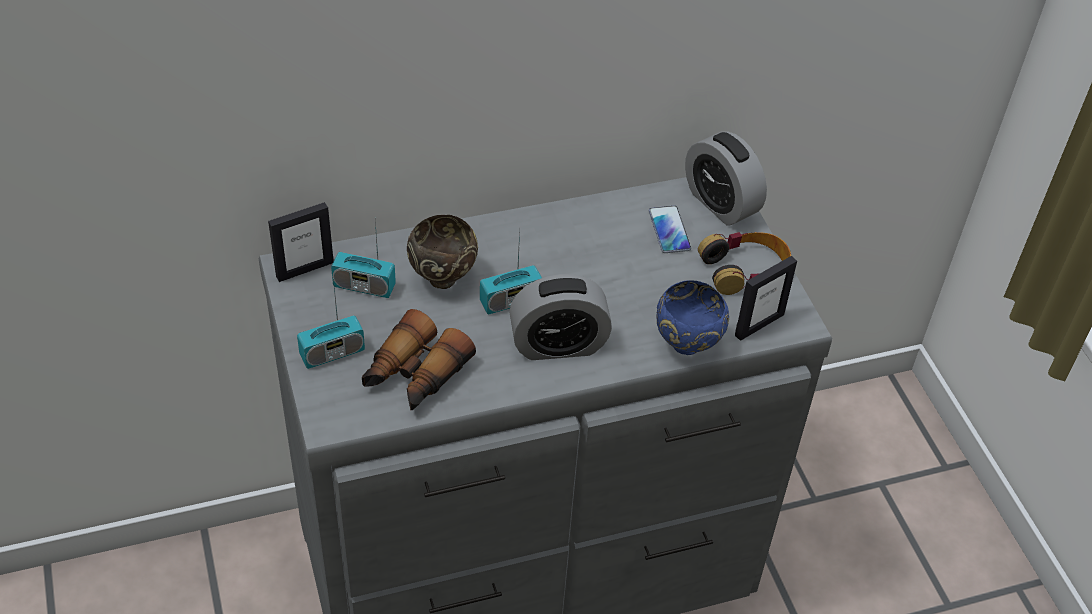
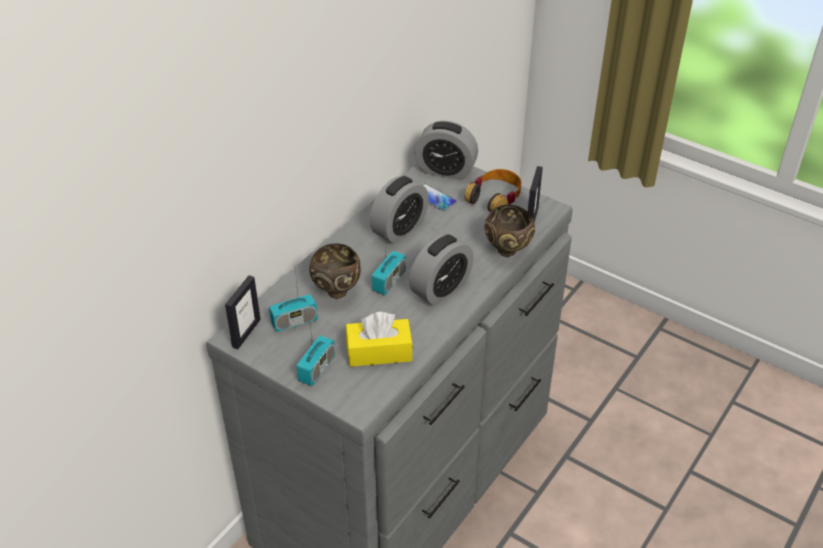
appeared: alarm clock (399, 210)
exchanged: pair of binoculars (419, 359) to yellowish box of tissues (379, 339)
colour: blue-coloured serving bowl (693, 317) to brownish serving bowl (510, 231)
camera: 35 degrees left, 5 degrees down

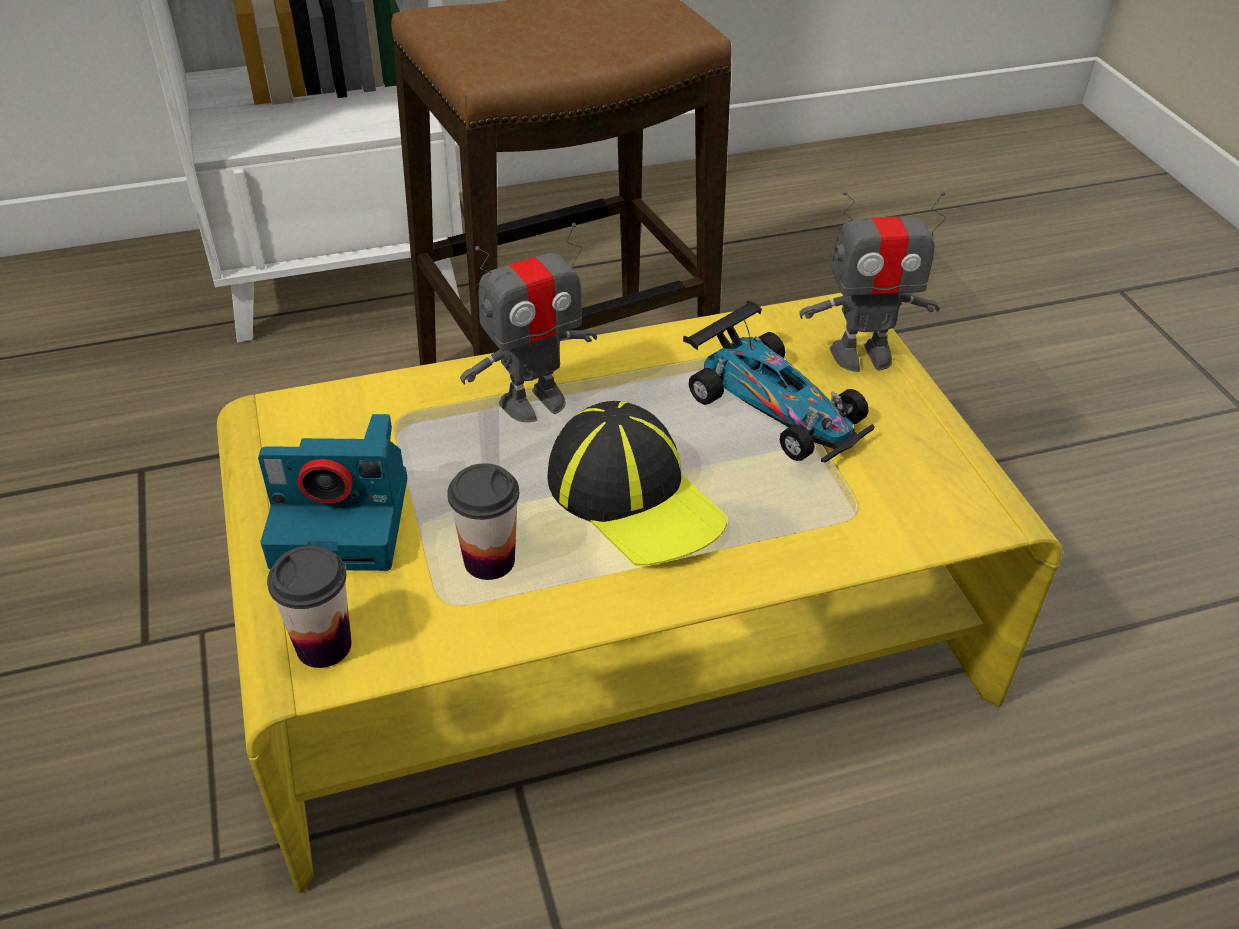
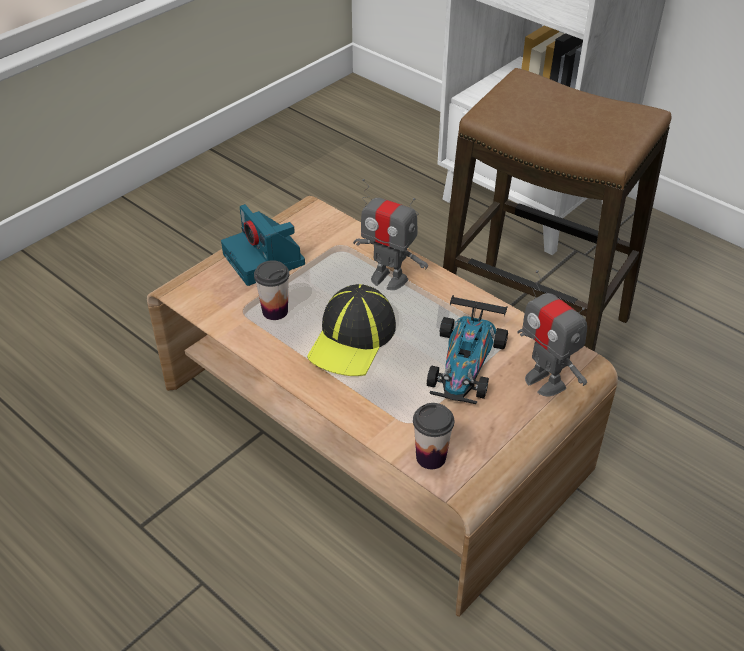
relocated: cup (309, 606) to (433, 436)
colour: yellowish lounge table (639, 593) to brownish lounge table (382, 406)
camera: 60 degrees right, 0 degrees up

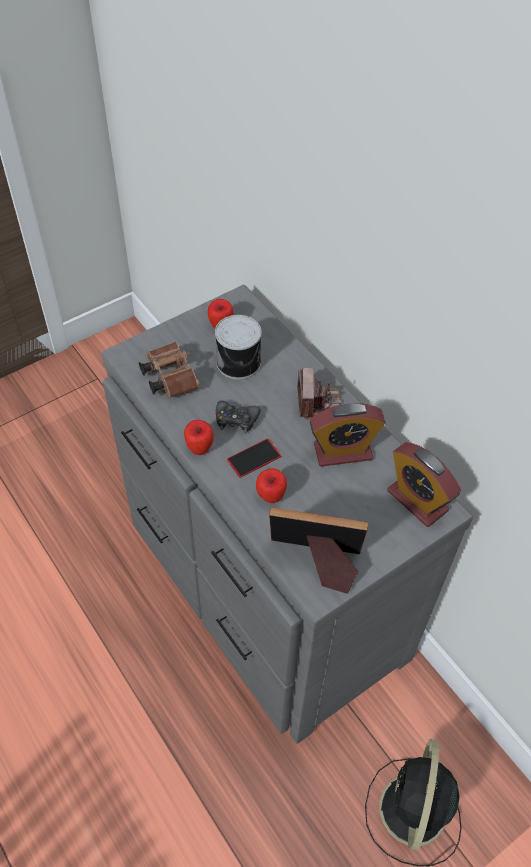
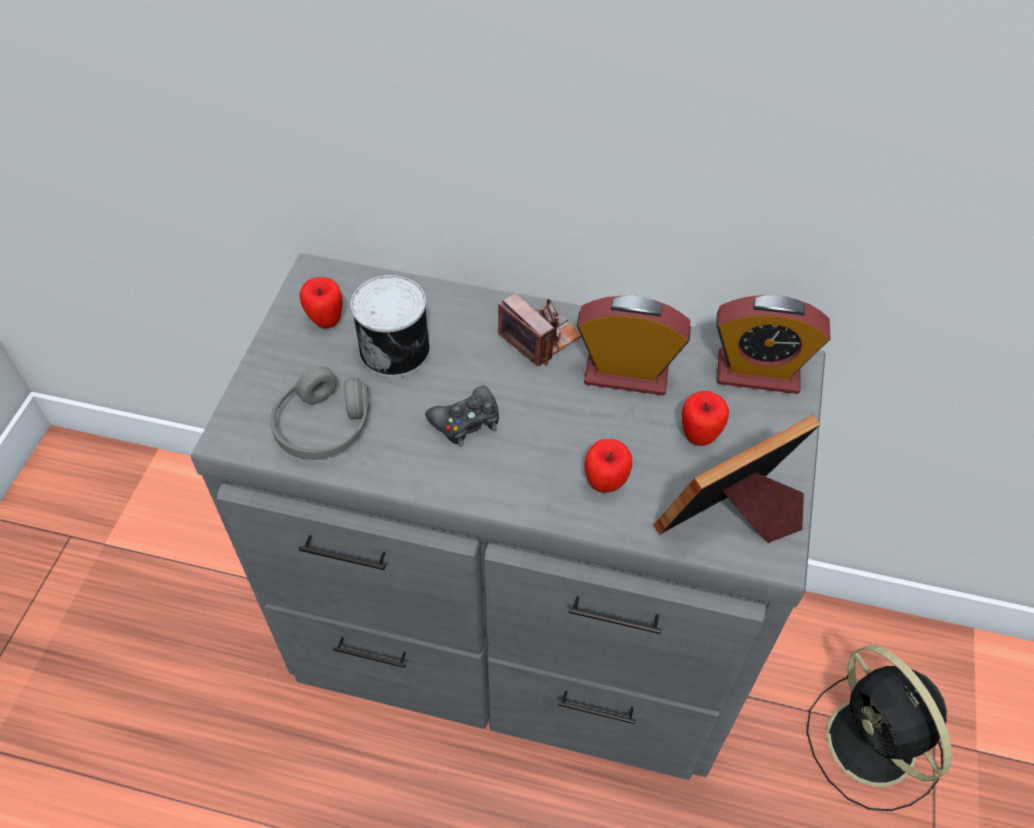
missing: handset (254, 458)
relocated: apple (199, 437) to (705, 418)
exchanged: brownish pair of binoculars (169, 370) to grey pair of headphones (320, 413)
spun: alarm clock (348, 435) = (634, 345) 120 degrees counterclockwise
camera: 40 degrees left, 0 degrees up

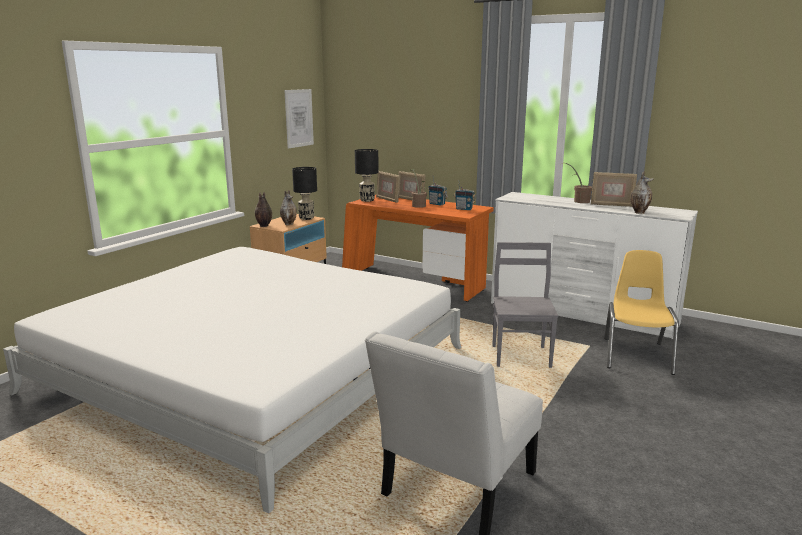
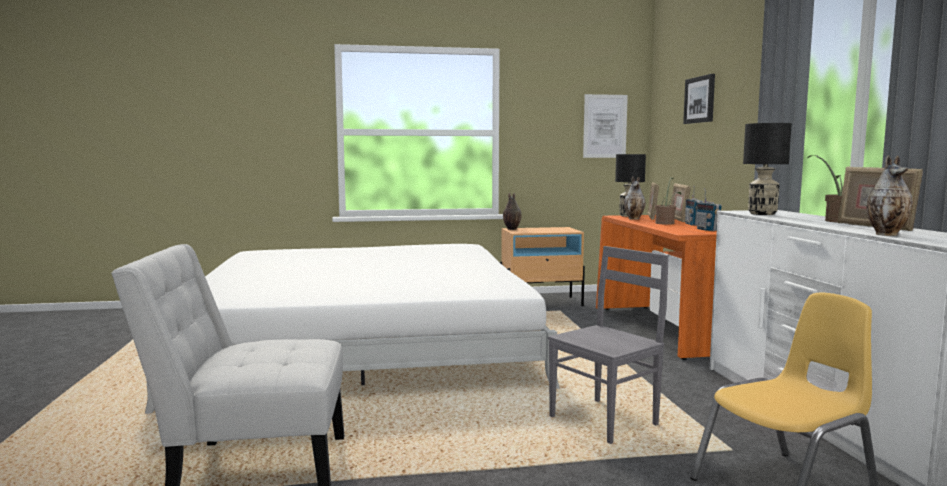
appeared: wall art (699, 99)
relocated: flower vase (288, 207) to (634, 198); black lamp for a table (304, 193) to (767, 169)
camera: 50 degrees right, 10 degrees down

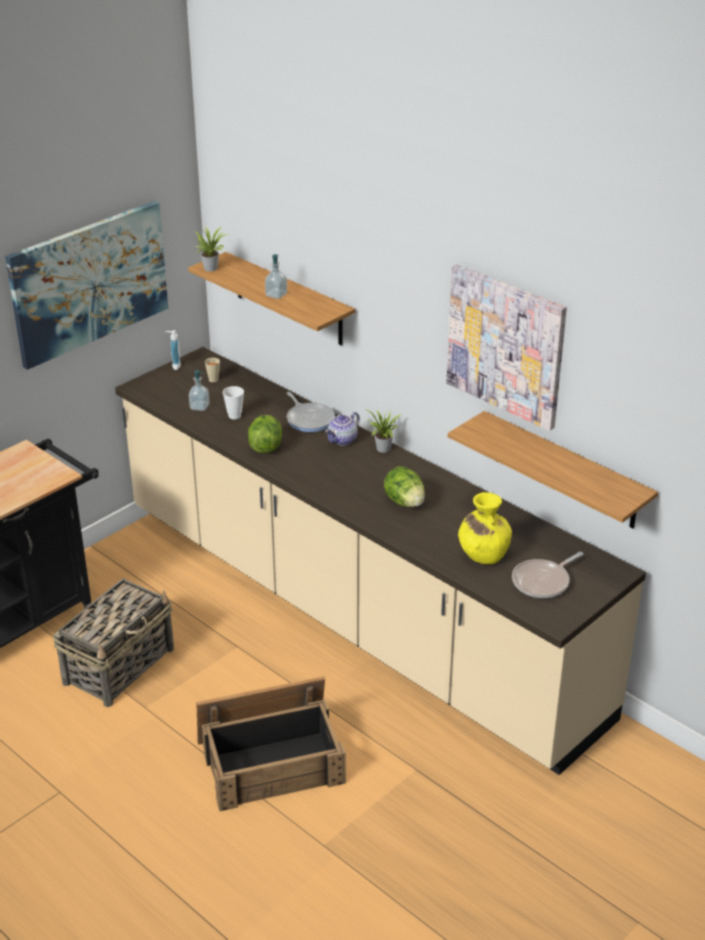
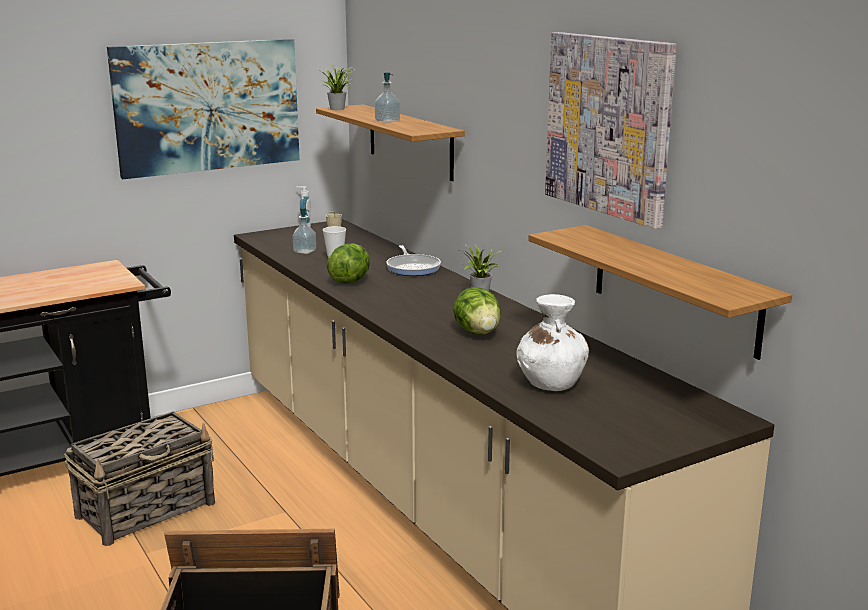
missing: pot for tea (342, 428); skillet (547, 575)
colour: yellowish flower vase (485, 528) to white-coloured flower vase (552, 342)
camera: 15 degrees right, 15 degrees down

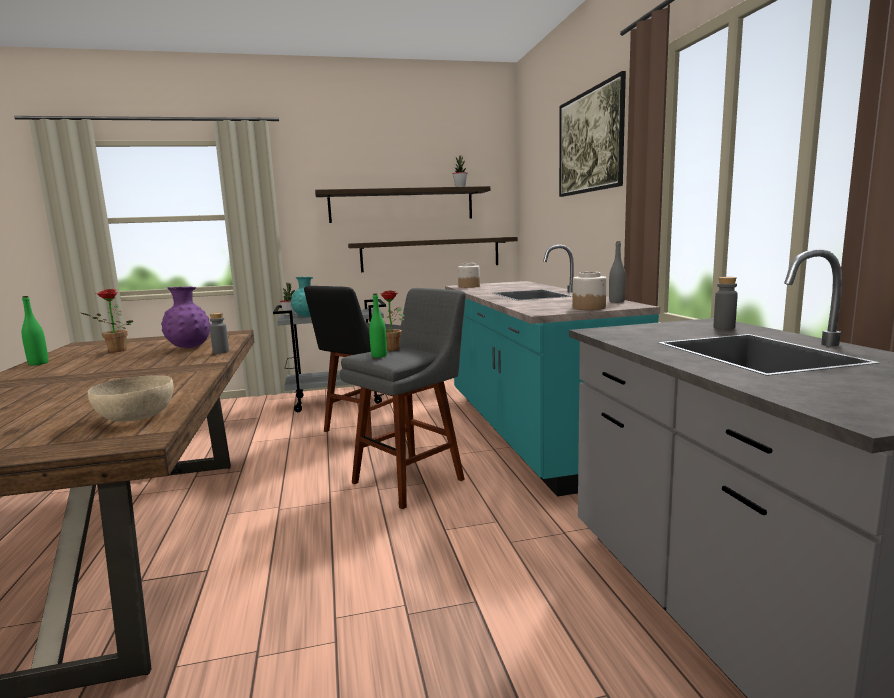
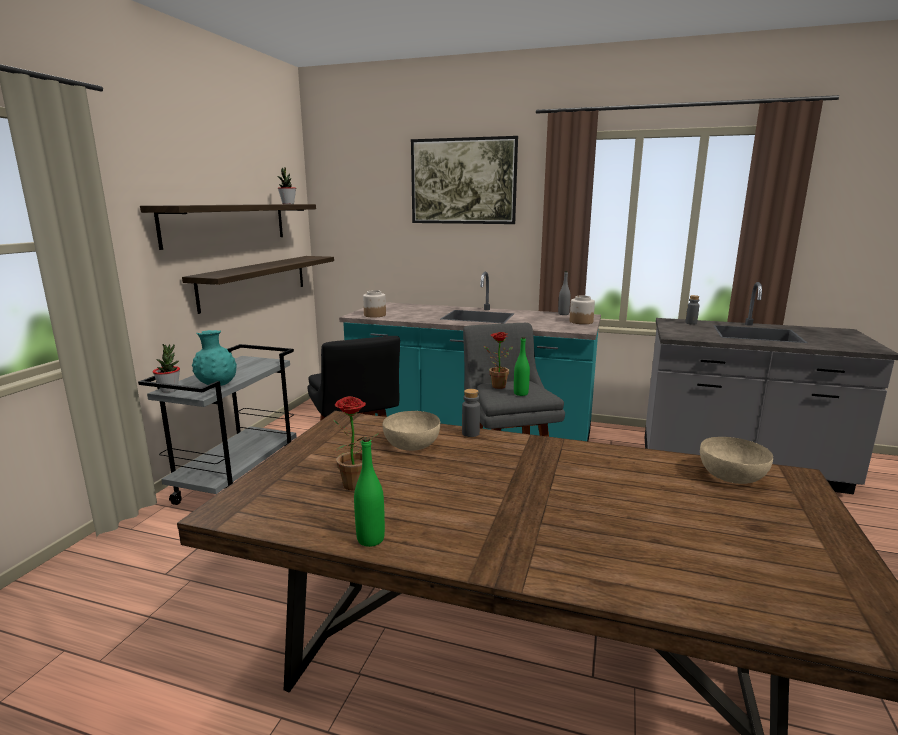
exchanged: purple flower vase (186, 317) to sand-coloured serving bowl (411, 431)
camera: 60 degrees left, 5 degrees up

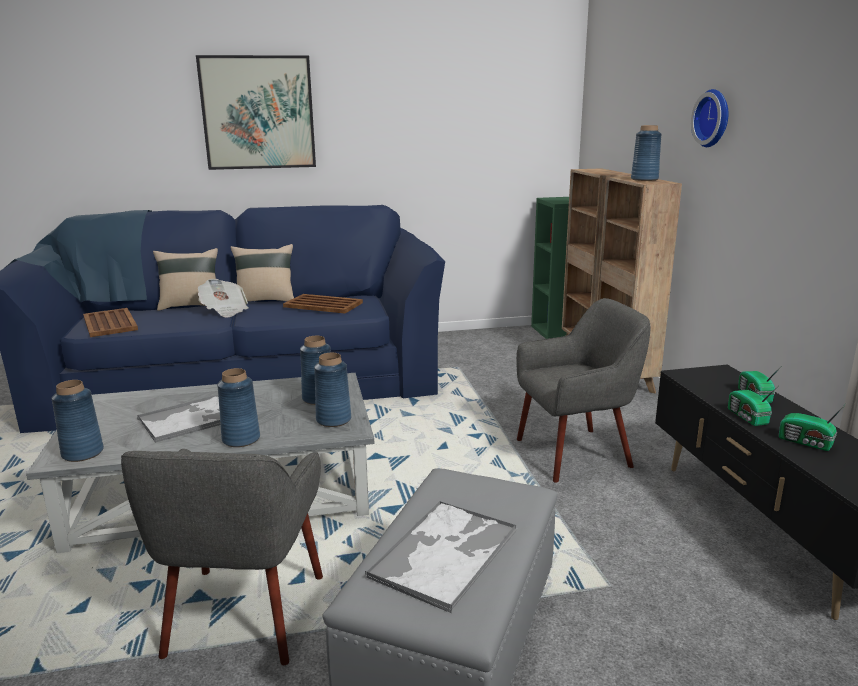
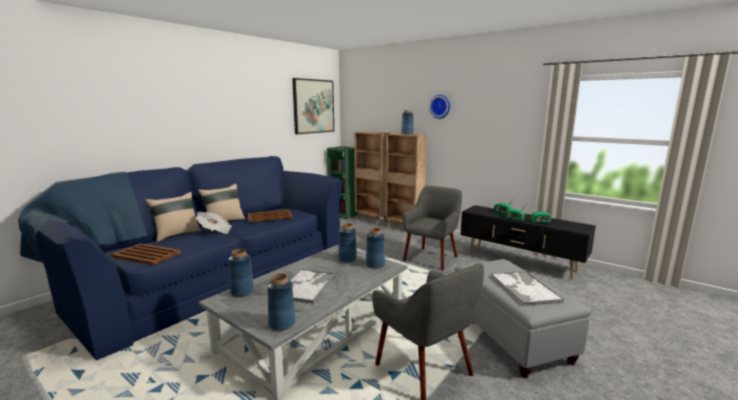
relocated: blue-coloured flower vase (238, 407) to (241, 273); wall art (256, 112) to (313, 106)
camera: 40 degrees left, 5 degrees down

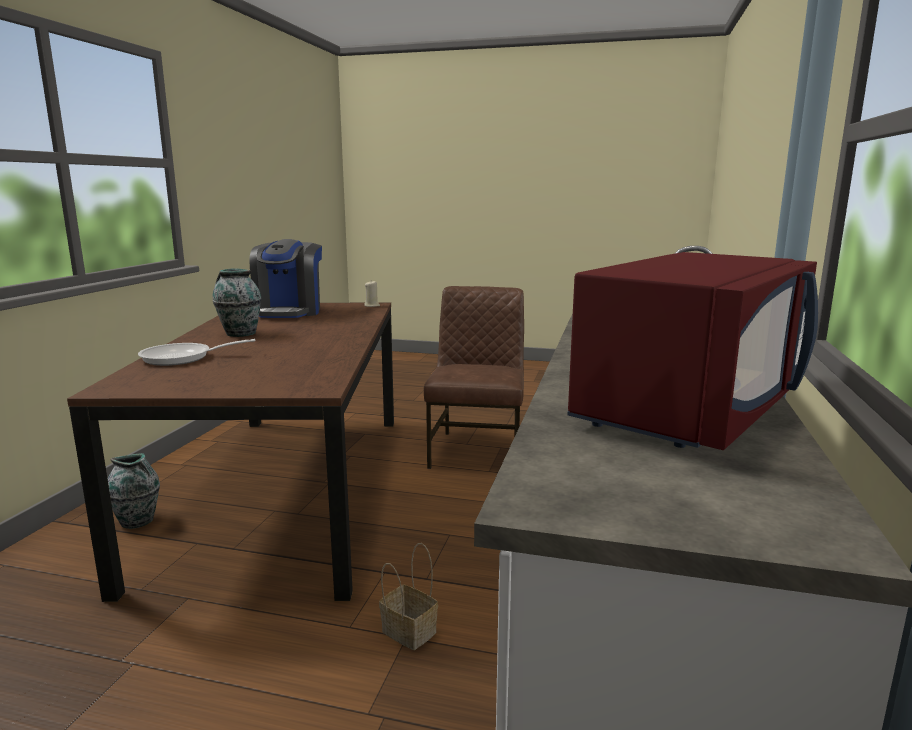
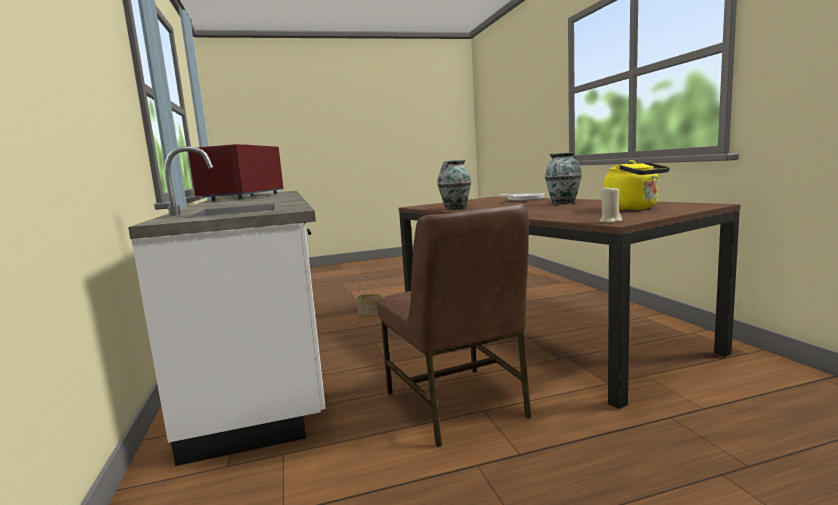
relocated: flower vase (134, 491) to (454, 185)
exchanged: coffee brewer (285, 278) to yellowish kettle (637, 185)
camera: 150 degrees right, 5 degrees down

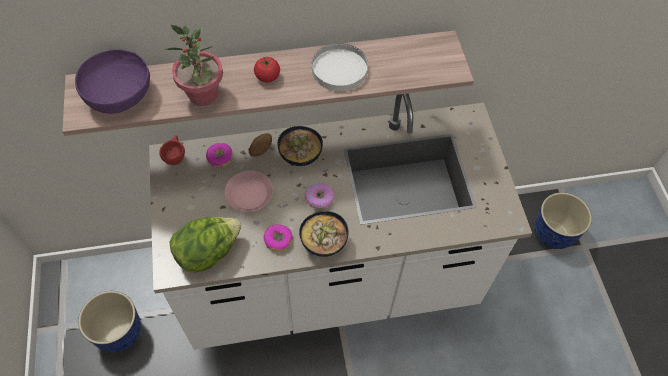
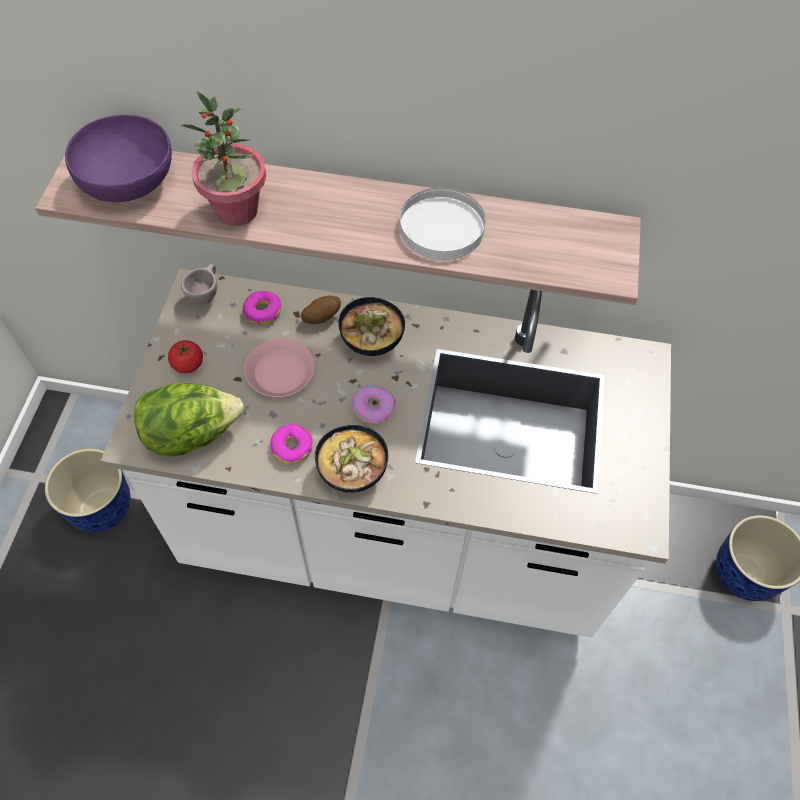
relocated: fresh tomato (267, 69) to (185, 356)
colour: red cup (172, 150) to sand-coloured cup (199, 284)
camera: 20 degrees right, 0 degrees up

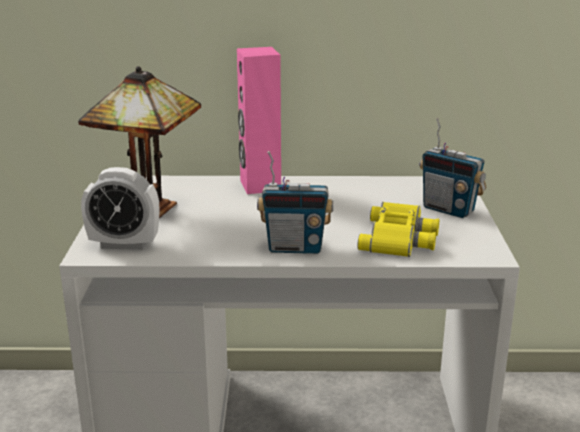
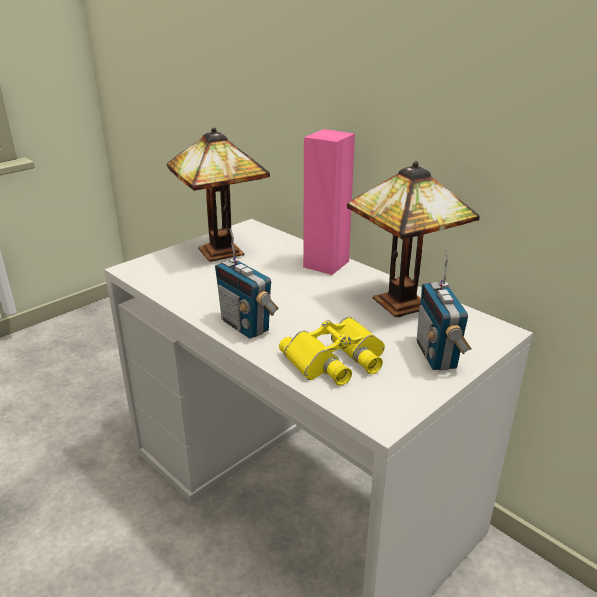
missing: alarm clock (120, 208)
appeared: lamp for a table (413, 239)
camera: 45 degrees right, 5 degrees up

